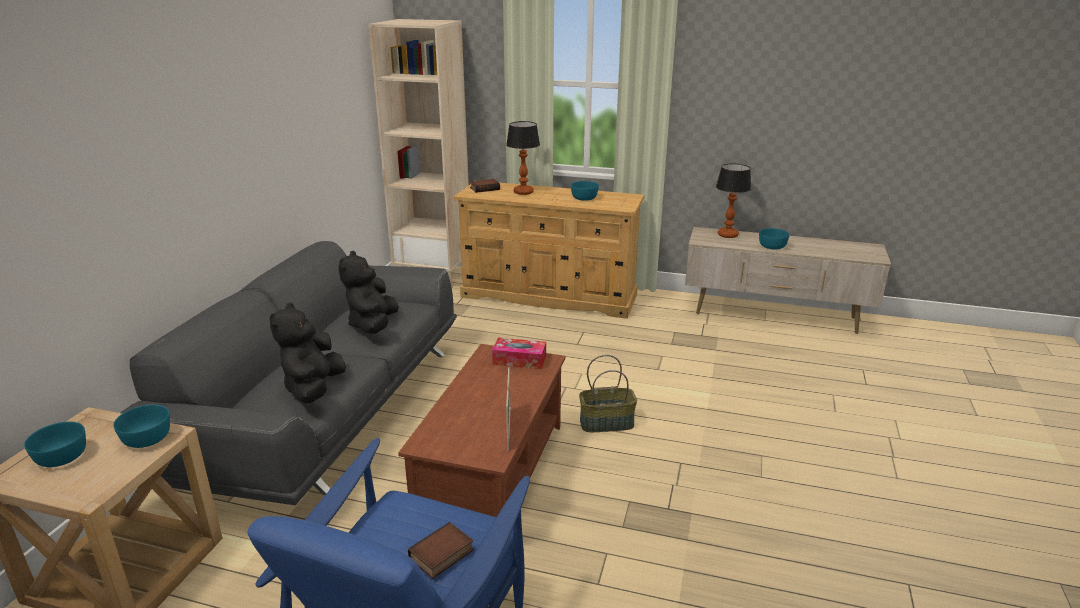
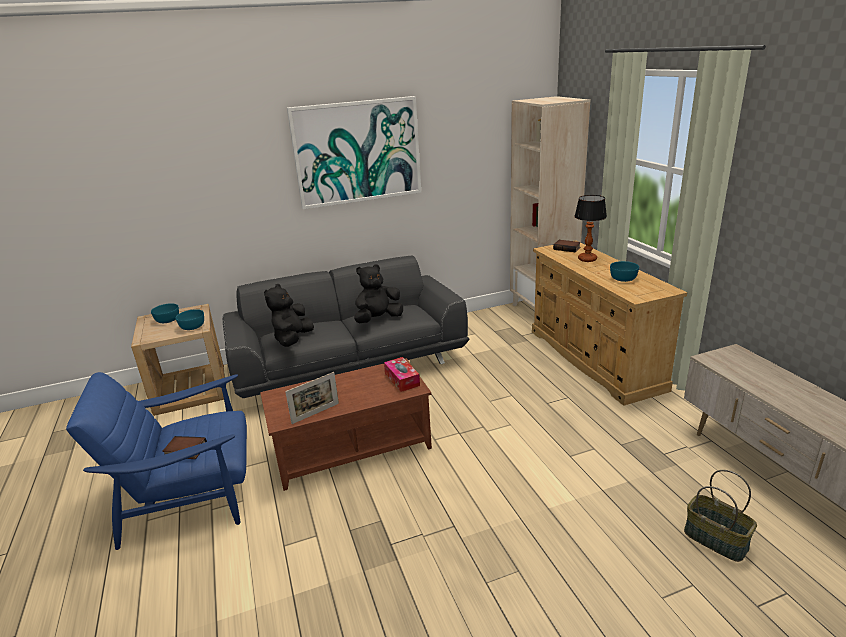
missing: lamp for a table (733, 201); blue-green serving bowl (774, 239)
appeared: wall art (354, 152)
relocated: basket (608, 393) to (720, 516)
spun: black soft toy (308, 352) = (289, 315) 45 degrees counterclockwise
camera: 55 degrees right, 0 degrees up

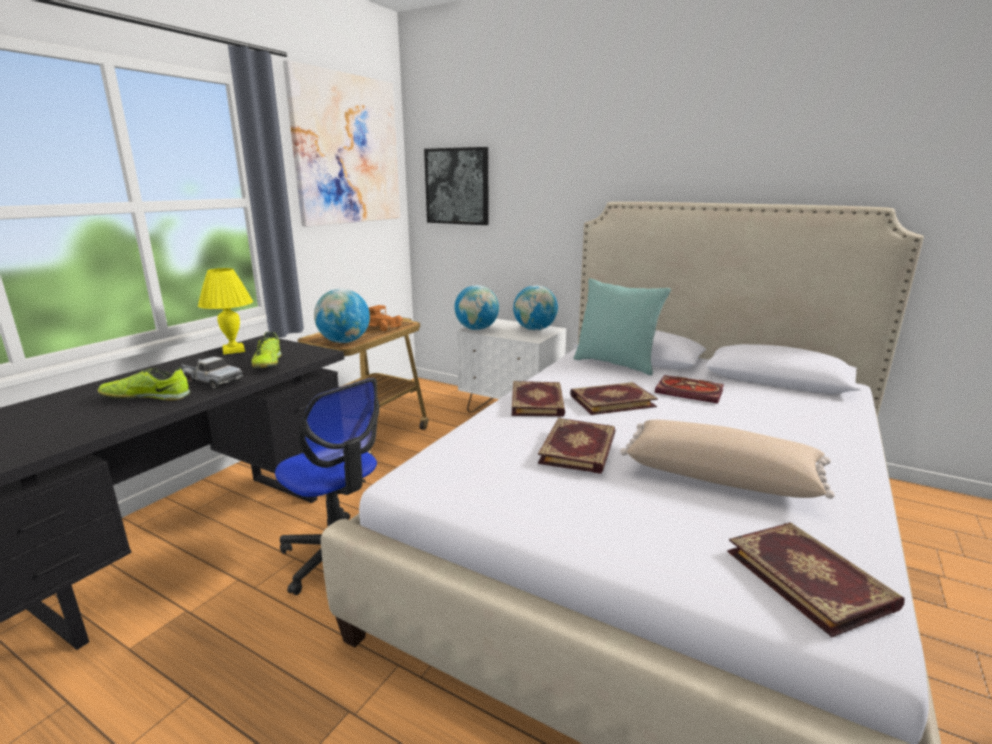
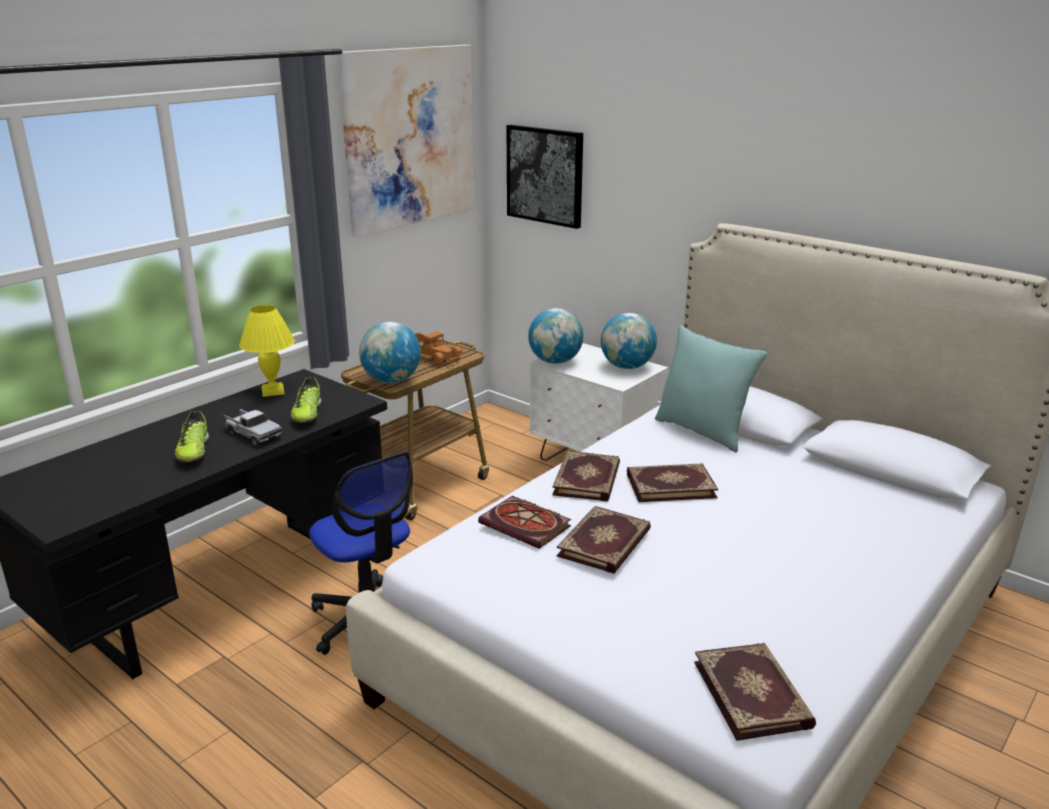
missing: sand-coloured cushion (727, 459)
relocated: volume (689, 389) to (524, 522)
spun: shoe (144, 383) = (192, 436) 105 degrees counterclockwise
camera: 10 degrees right, 5 degrees up

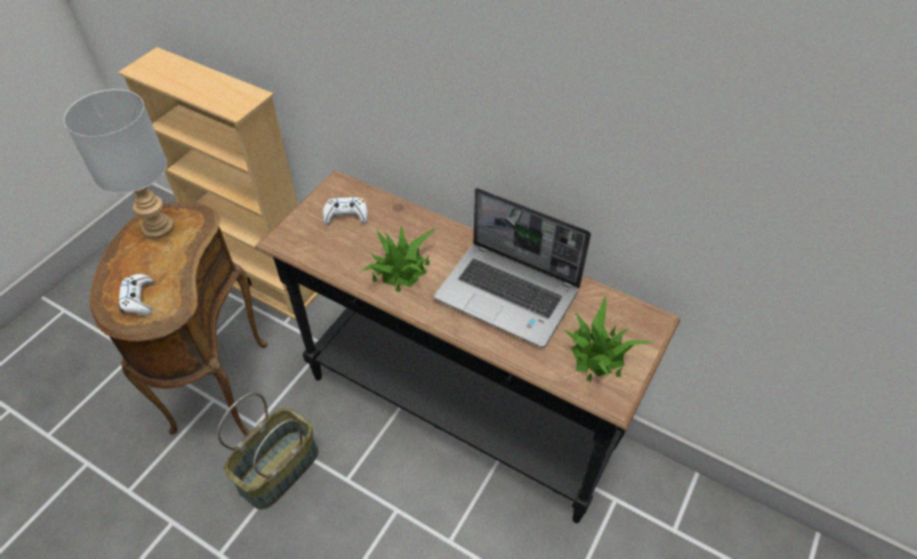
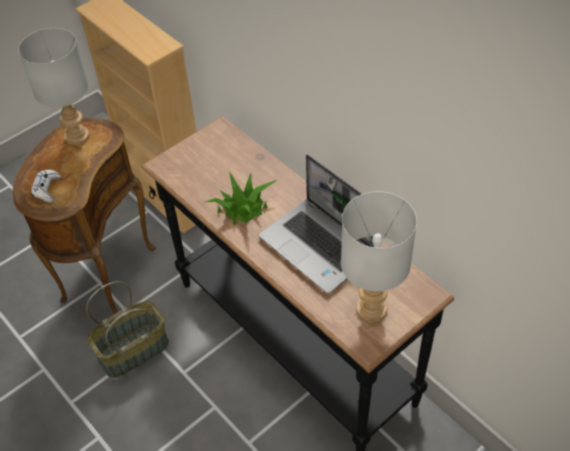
missing: white-coloured game controller (345, 211)
exchanged: houseplant (608, 339) to grey lamp for a table (379, 257)
camera: 20 degrees right, 0 degrees up

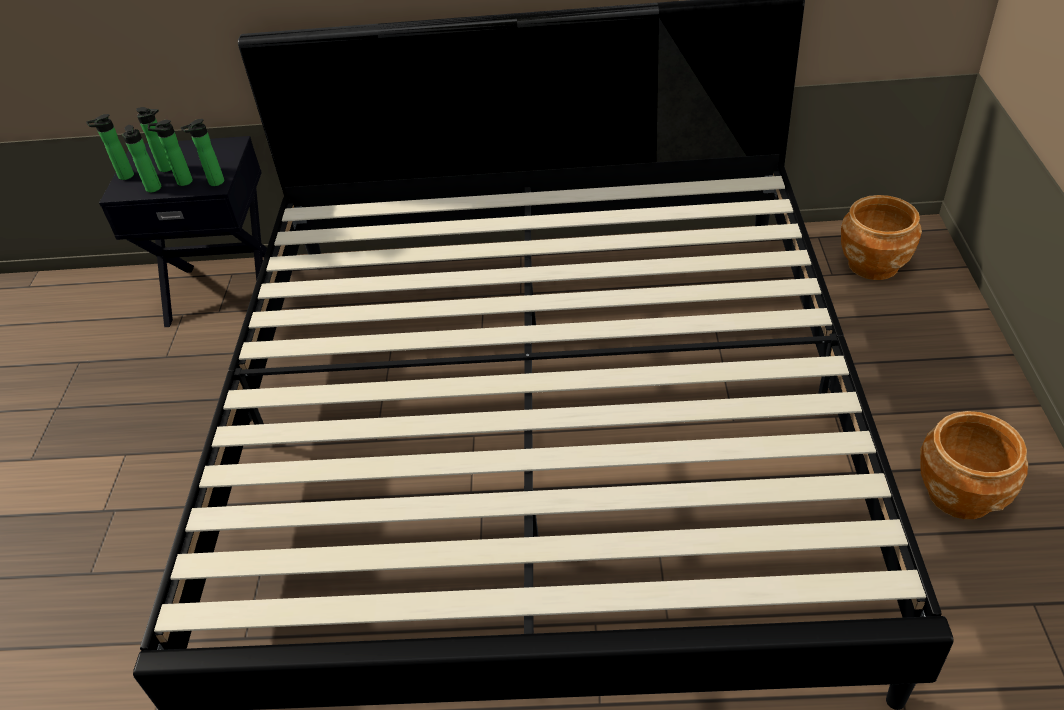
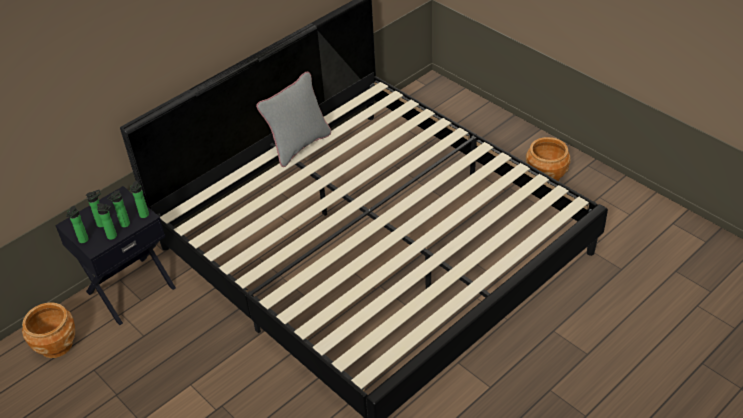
appeared: grey cushion (293, 119)
relocated: brownish plant pot (881, 237) to (48, 330)
camera: 45 degrees left, 0 degrees up

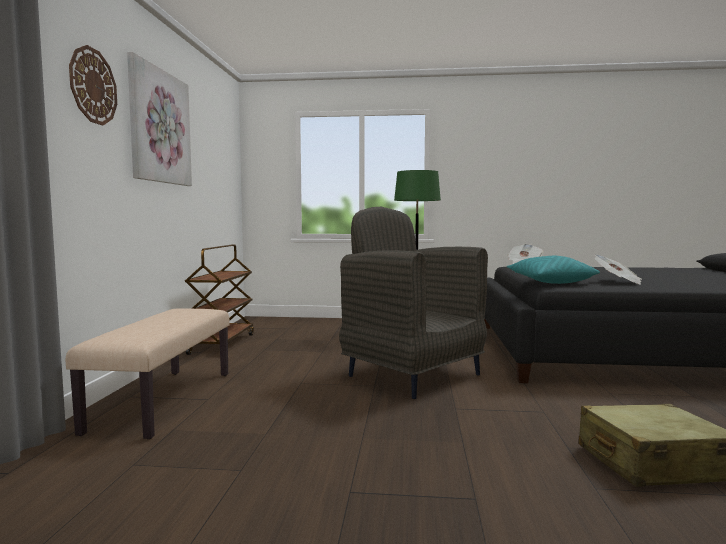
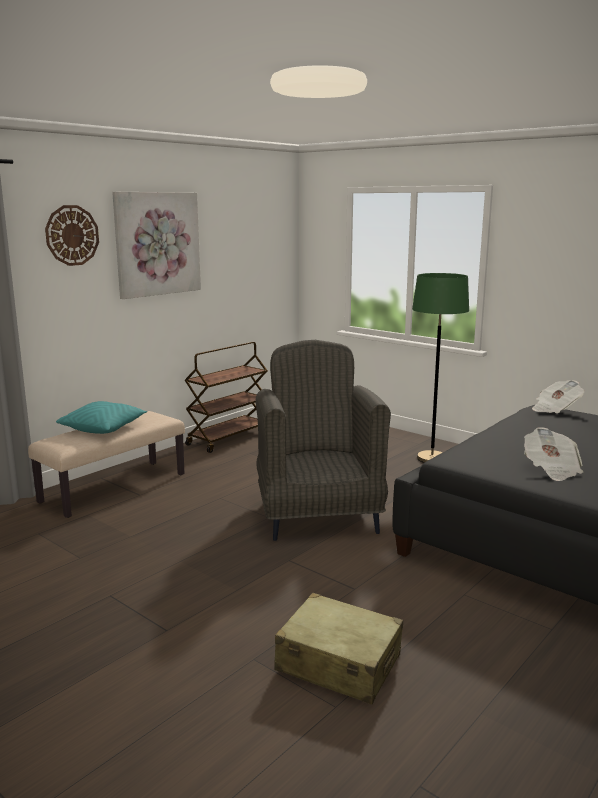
relocated: blue-green cushion (553, 270) to (101, 417)
camera: 35 degrees right, 10 degrees up

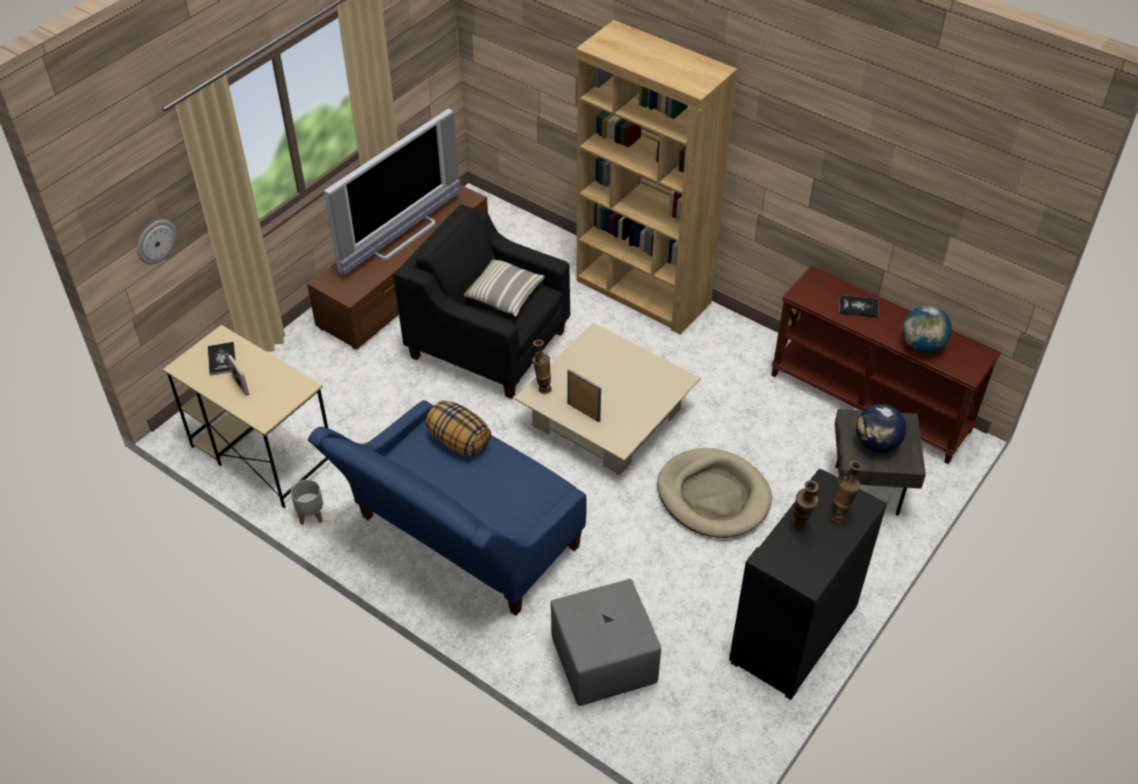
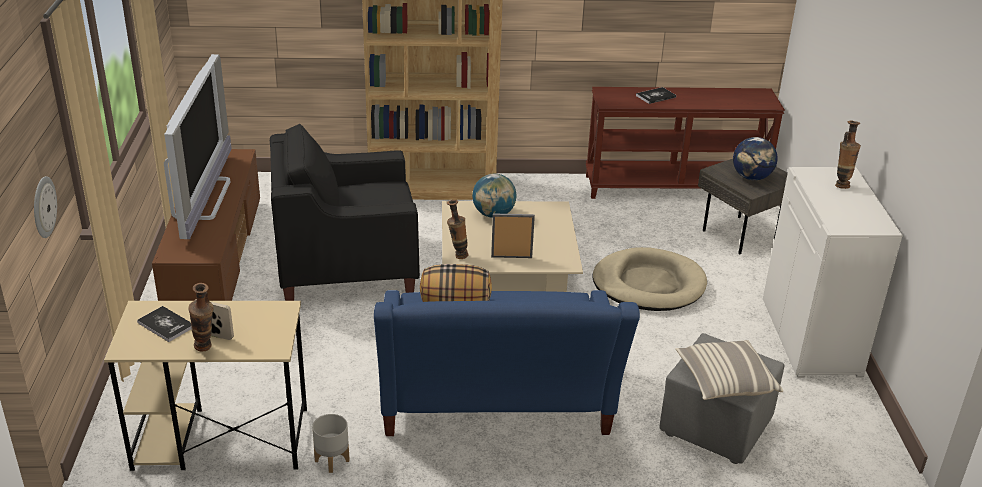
relocated: flower vase (805, 504) to (200, 317); world globe (927, 329) to (494, 196); cushion (504, 288) to (729, 370)
colour: black cupboard (808, 584) to white-coloured cupboard (833, 272)
camera: 40 degrees left, 15 degrees down

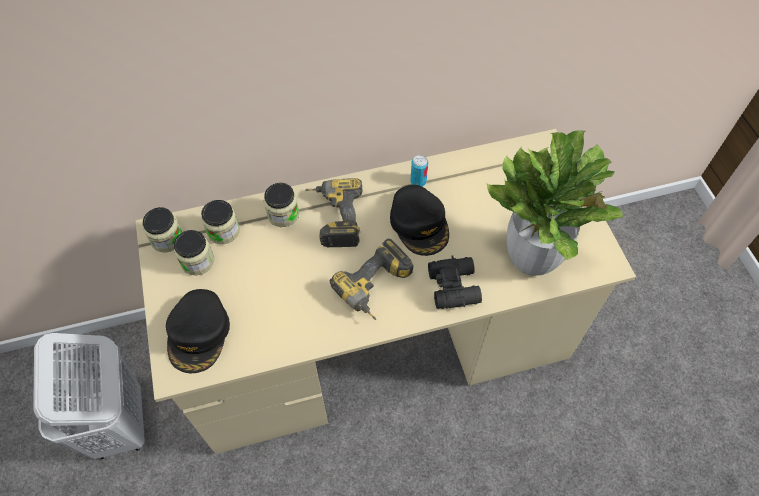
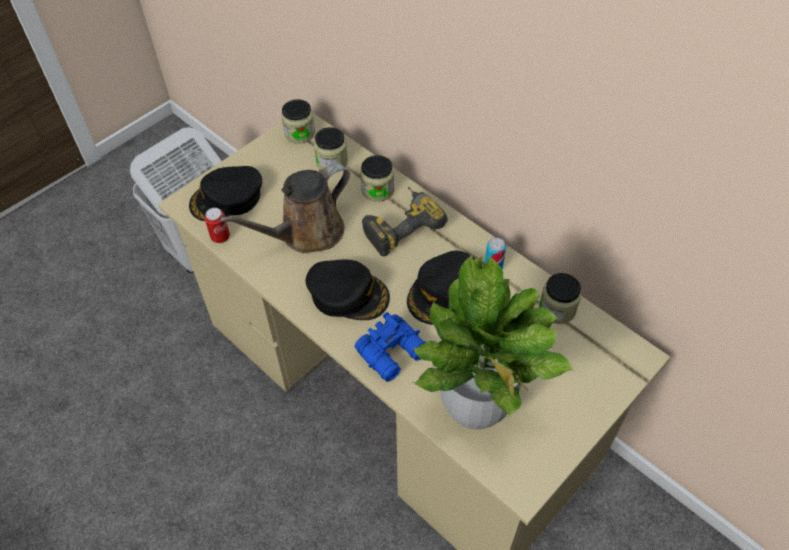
appeared: metal can (217, 225); brownish watering pot (284, 208)
relocated: storage jar (194, 252) to (560, 298)
exchanged: power drill (372, 279) to black baseball cap (348, 290)
colour: black pair of binoculars (455, 282) to blue-coloured pair of binoculars (390, 347)
camera: 60 degrees right, 5 degrees down

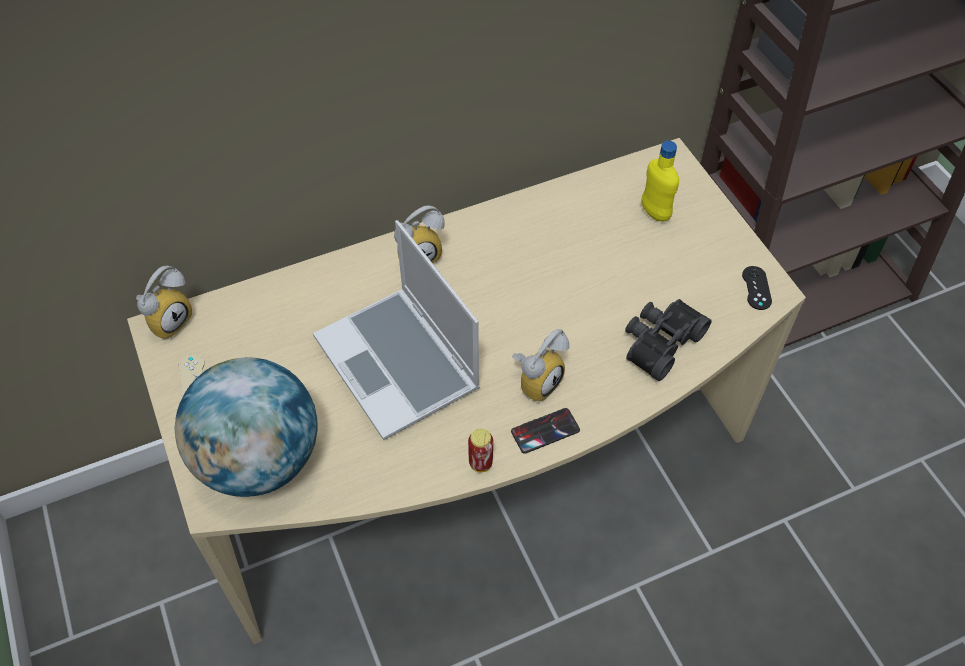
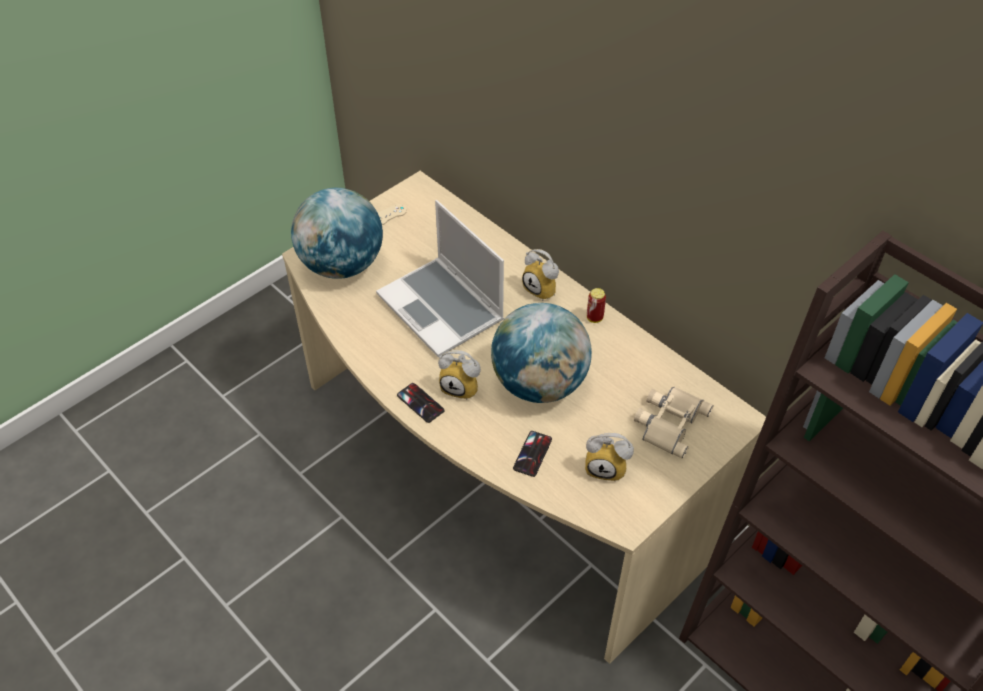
missing: black game controller (757, 288)
appeared: world globe (541, 353)
relocated: alarm clock (164, 302) to (609, 457); metal can (480, 450) to (596, 305)
exchanged: black pair of binoculars (668, 340) to handset (532, 454); yellowish drink bottle (660, 181) to sand-coloured pair of binoculars (674, 422)
spun: portable computer (396, 330) = (440, 278) 75 degrees counterclockwise
camera: 70 degrees right, 5 degrees down

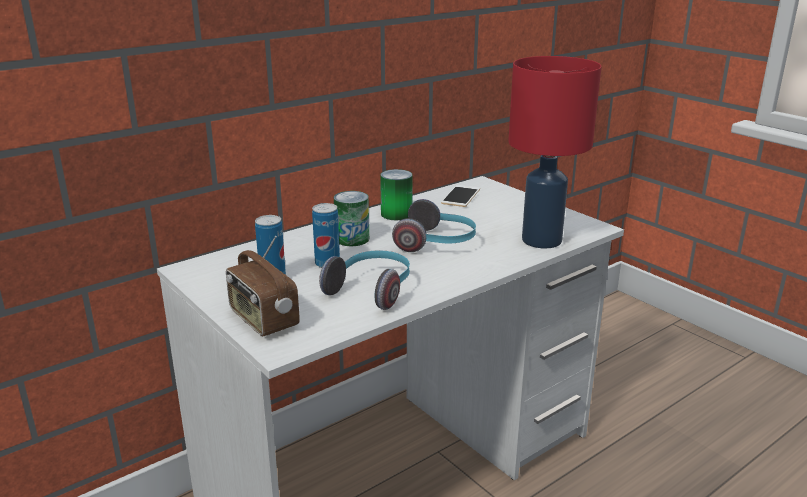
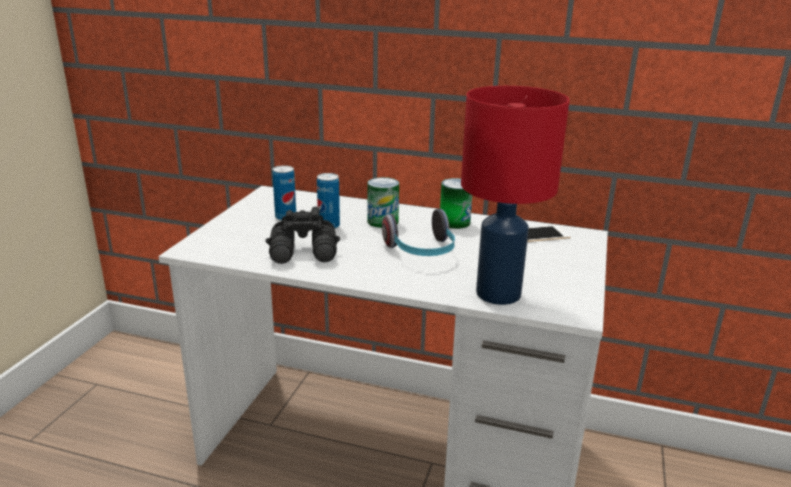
missing: radio set (263, 286)
exchanged: pair of headphones (364, 280) to black pair of binoculars (302, 235)
camera: 55 degrees right, 0 degrees up

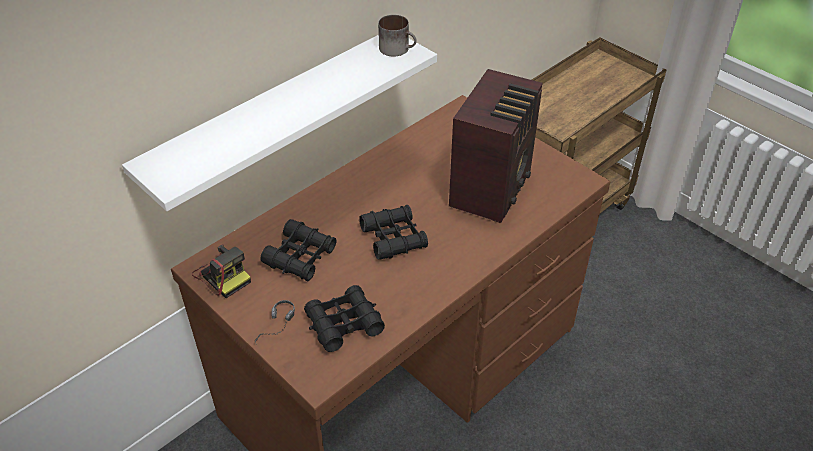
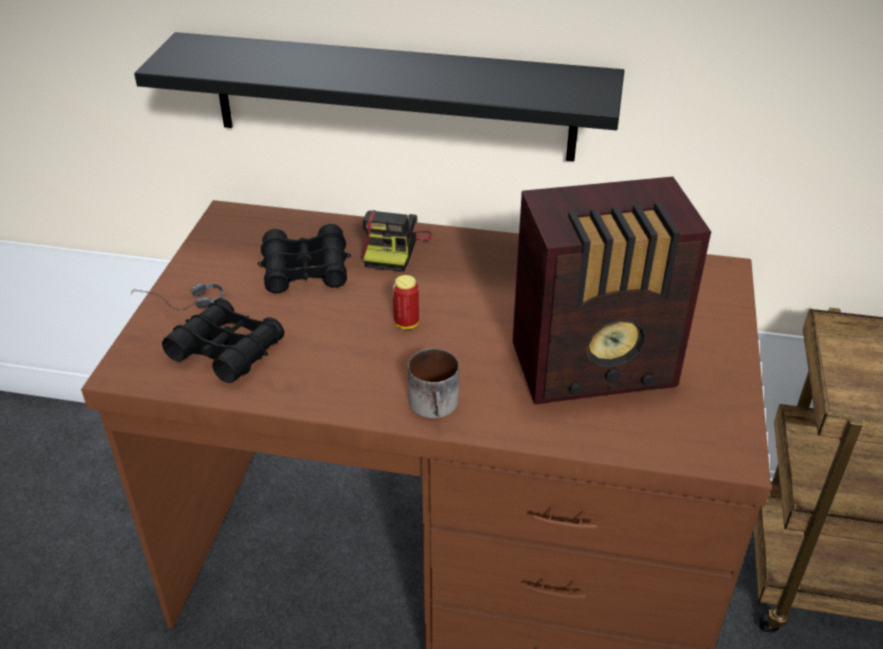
relocated: photo camera (221, 271) to (397, 241); tea mug (397, 36) to (433, 383)
exchanged: black pair of binoculars (393, 232) to metal can (406, 302)
colour: white-coloured bracket shelf (279, 123) to black bracket shelf (379, 96)
camera: 55 degrees right, 5 degrees down

